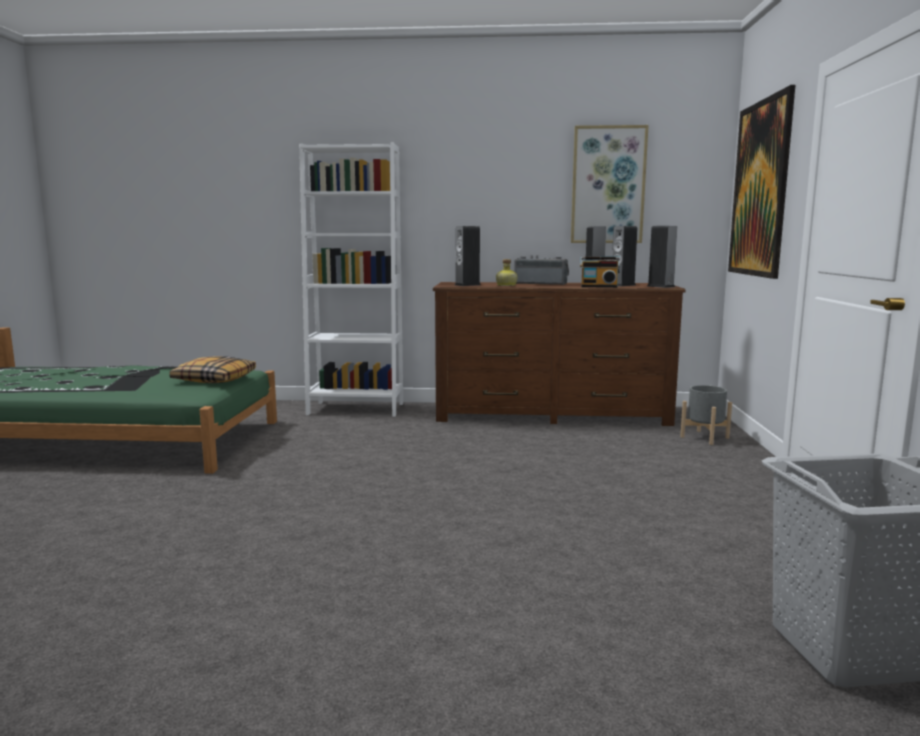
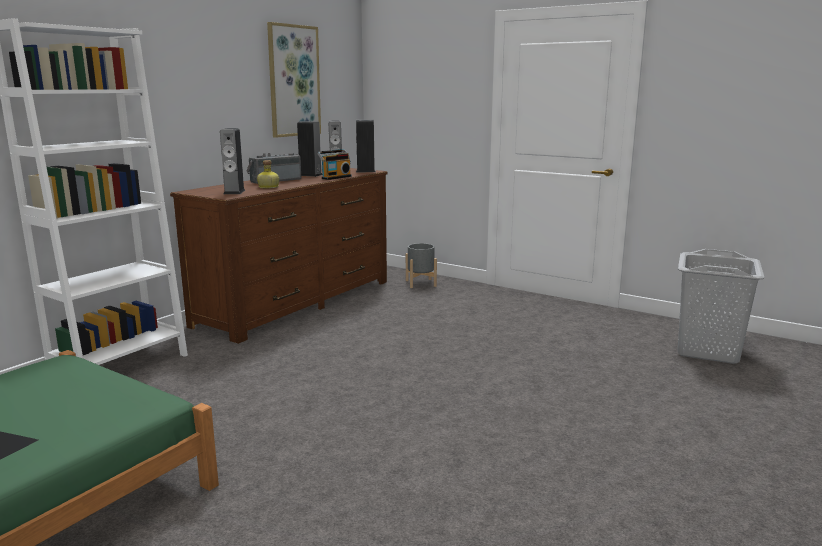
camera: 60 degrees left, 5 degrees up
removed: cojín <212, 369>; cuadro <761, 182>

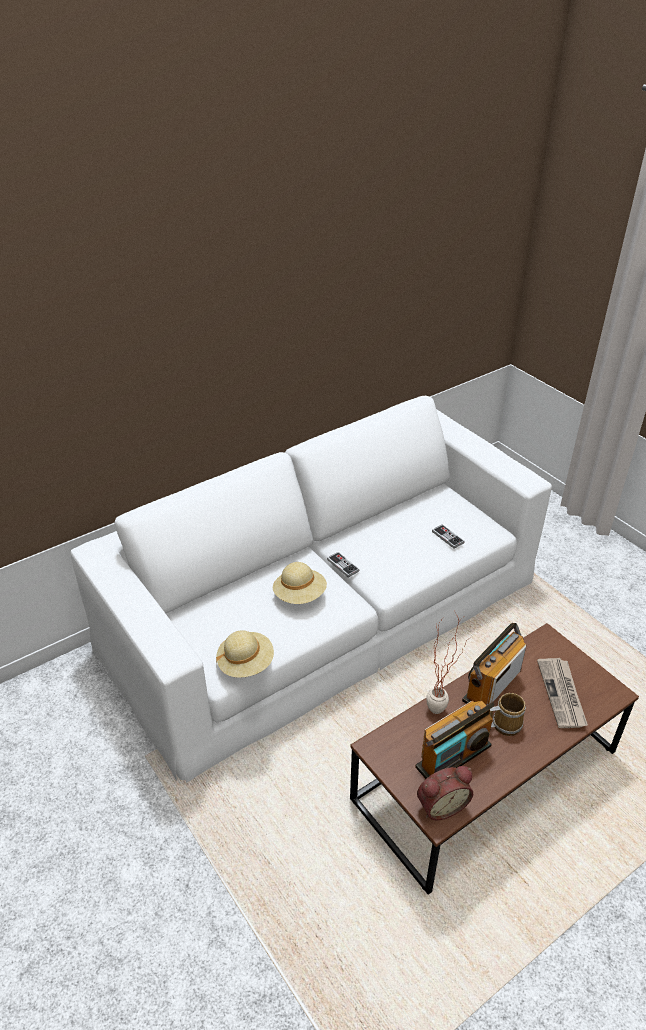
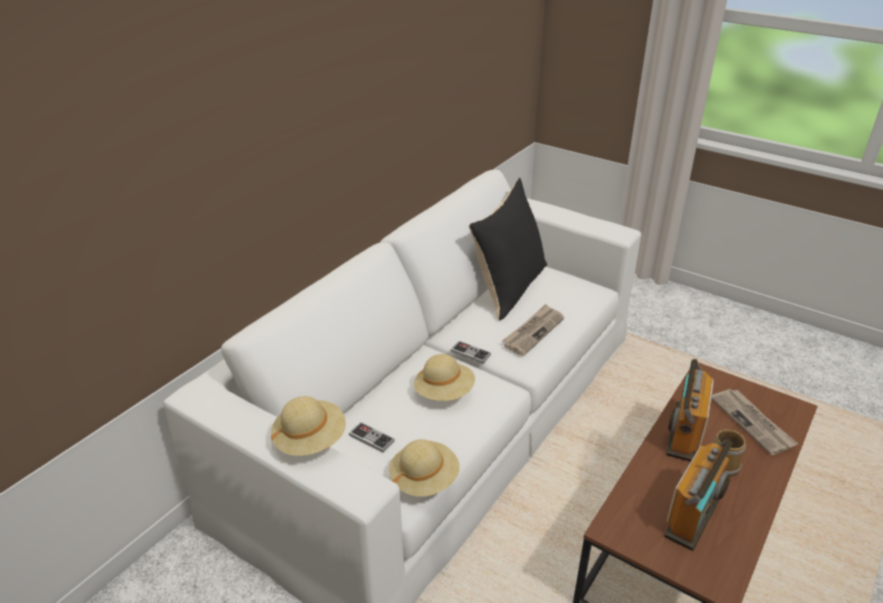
camera: 20 degrees left, 5 degrees down
removed: despertador <445, 793>; planta en maceta <448, 662>
added: sombrero [beis] <308, 426>; cojín [negro] <508, 249>; periódico <533, 330>
moved: mando de consola <448, 536> to <372, 437>

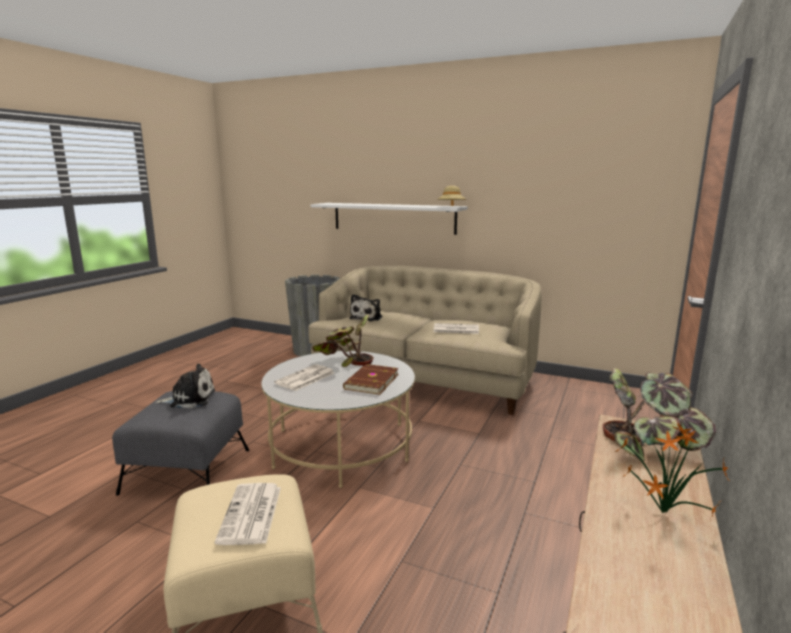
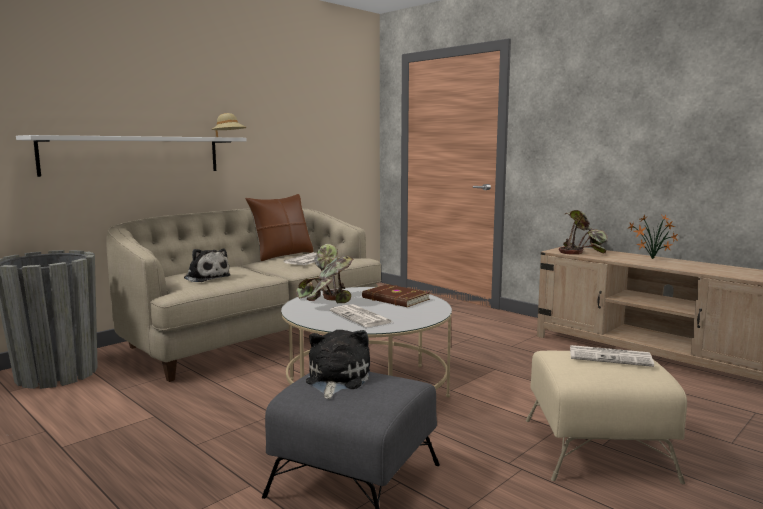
camera: 70 degrees left, 5 degrees down
added: cojín [marrón] <279, 227>

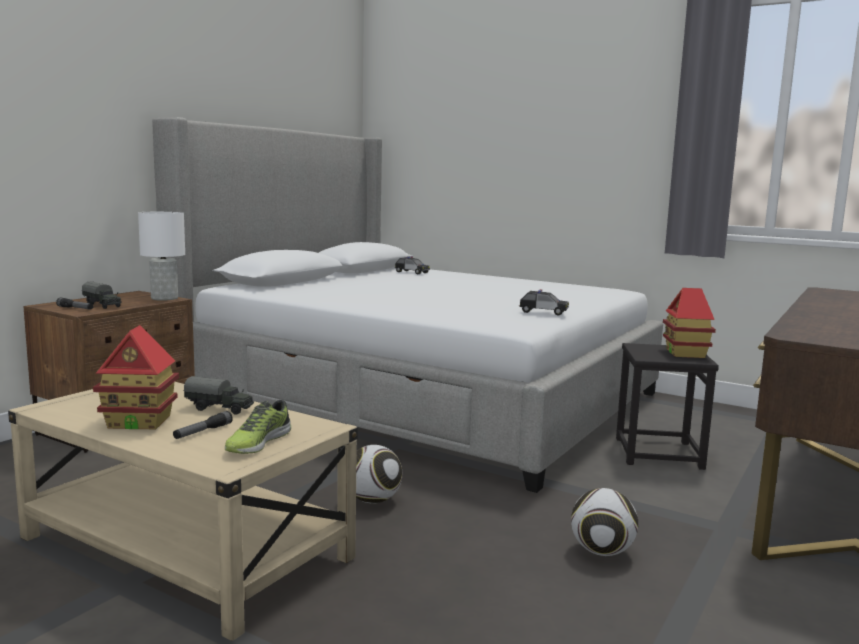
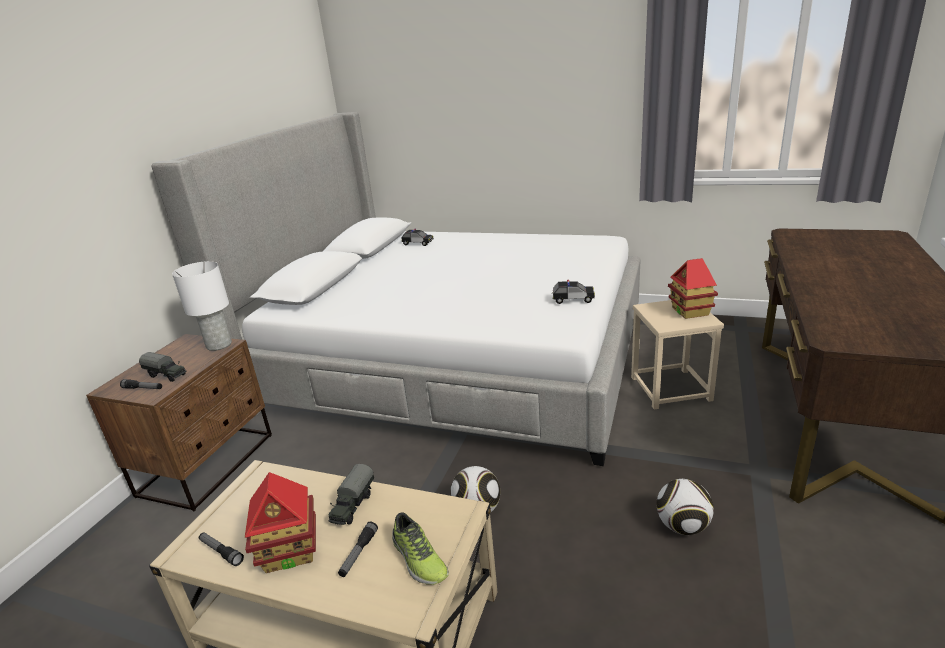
camera: 10 degrees left, 15 degrees up
added: linterna <221, 549>
recoloured: taburete [negro] <667, 406> to taburete [beis] <677, 355>
turned: camión de juguete <219, 395> = <351, 494> 105 degrees clockwise; zapato <258, 427> = <420, 548> 45 degrees counterclockwise

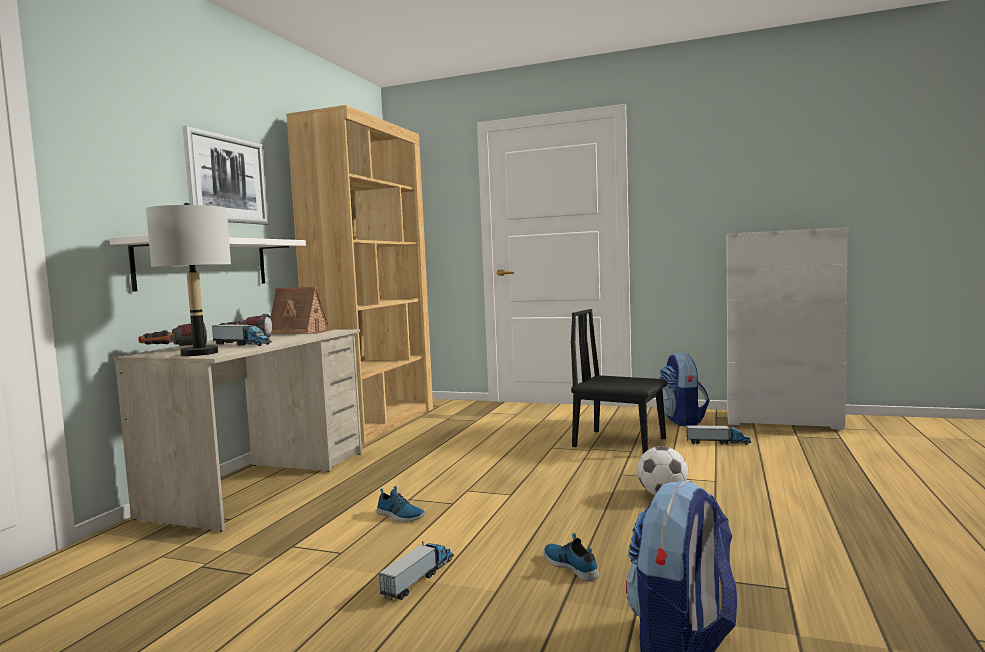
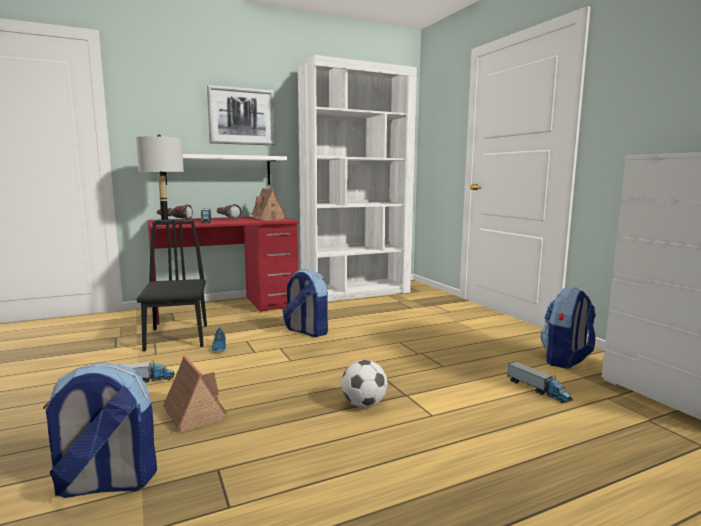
camera: 45 degrees right, 5 degrees up
added: mochila <305, 303>
moved: silla [negro] <619, 381> to <172, 286>
replaced: zapato <571, 557> to casita <195, 394>
recoloured: escritorio [beis] <237, 430> to escritorio [rojo] <223, 271>; estantería [marrón] <359, 274> to estantería [blanco] <357, 178>

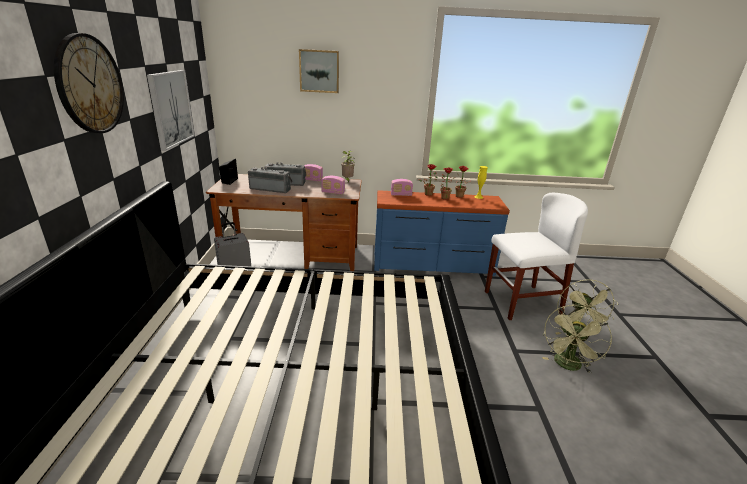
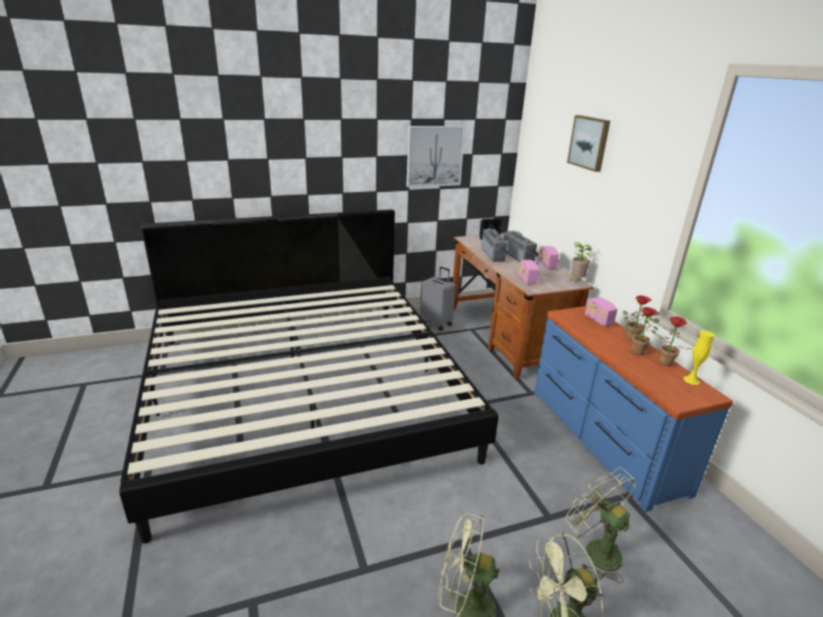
camera: 70 degrees right, 0 degrees up
removed: reloj de pared <89, 83>
replaced: silla [blanco] <536, 256> to ventilador [verde] <601, 525>

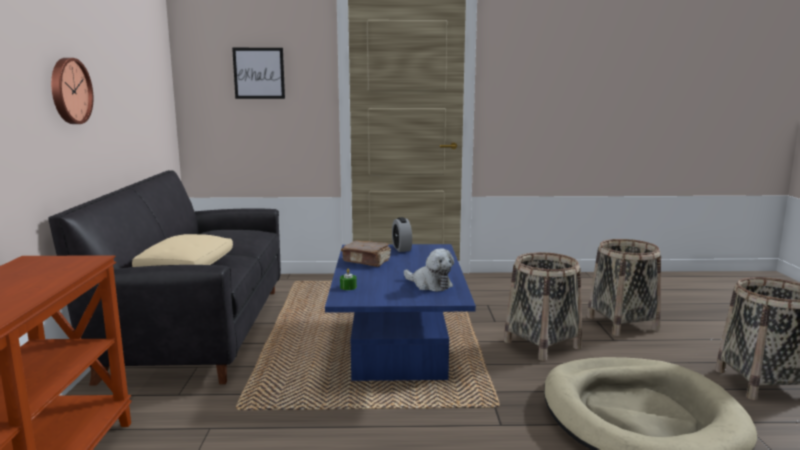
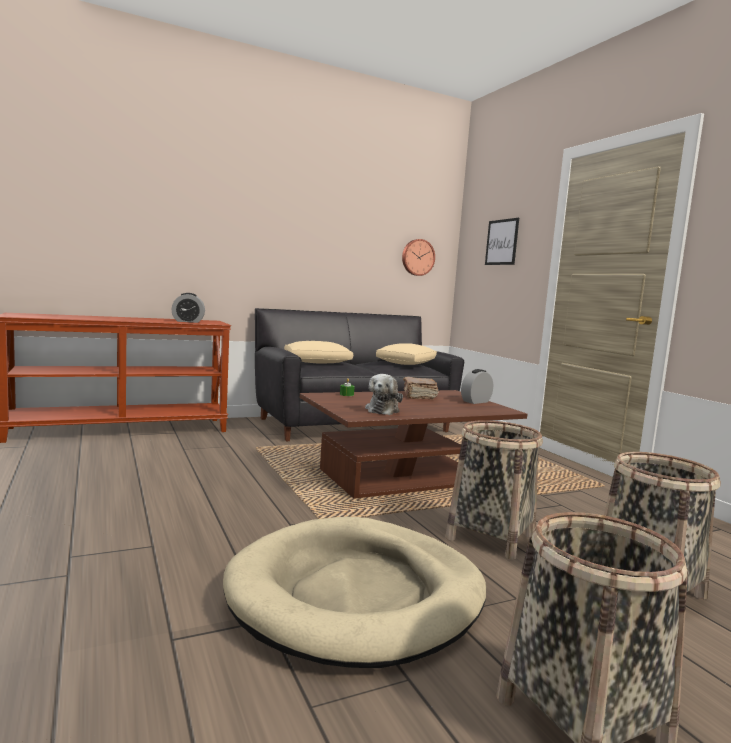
camera: 65 degrees right, 5 degrees down
added: despertador <188, 308>; cojín [beis] <406, 354>
moved: reloj de pared <72, 91> to <418, 257>
recoloured: mesa de centro [azul] <400, 312> to mesa de centro [marrón] <413, 444>

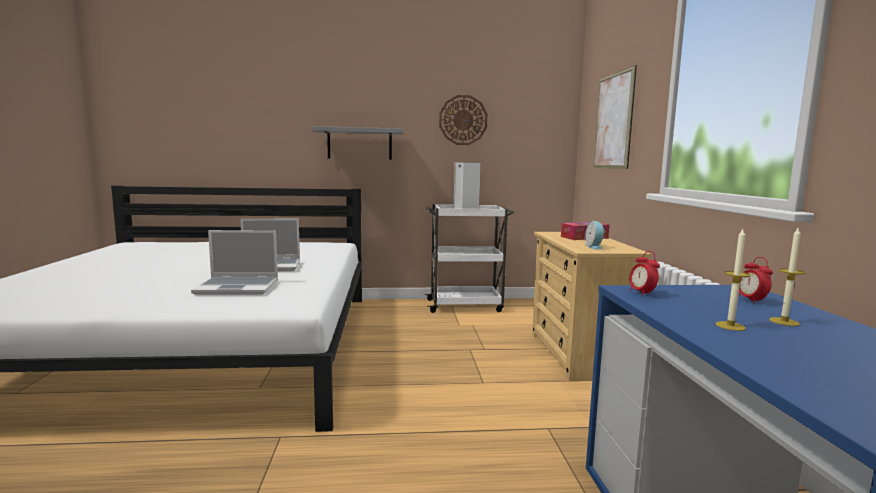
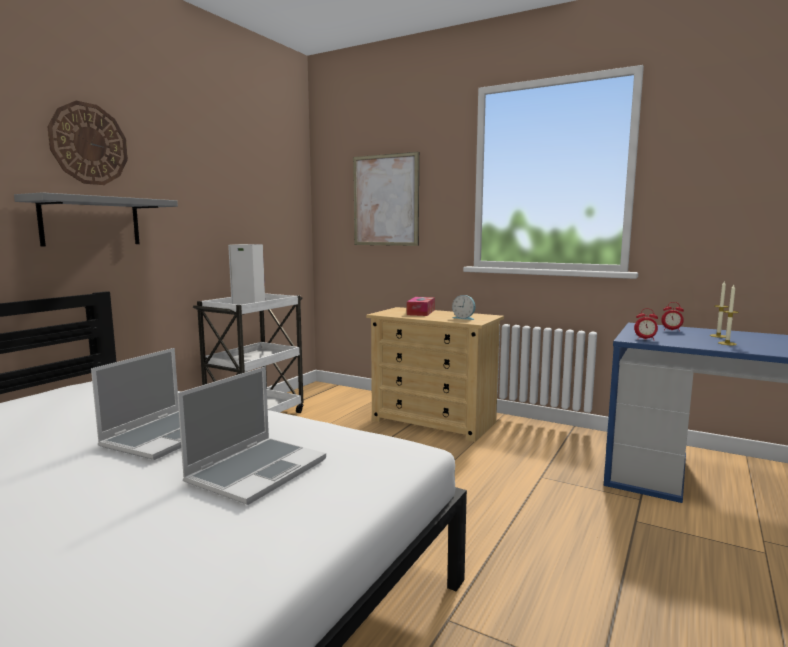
camera: 55 degrees left, 0 degrees up
moved: reloj de pared <463, 120> to <88, 143>

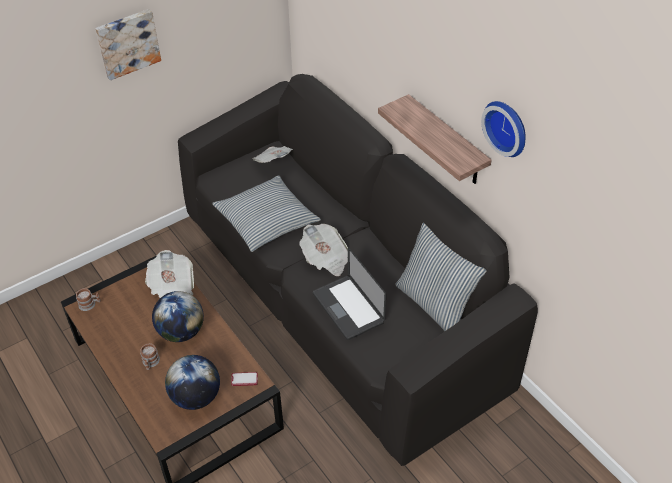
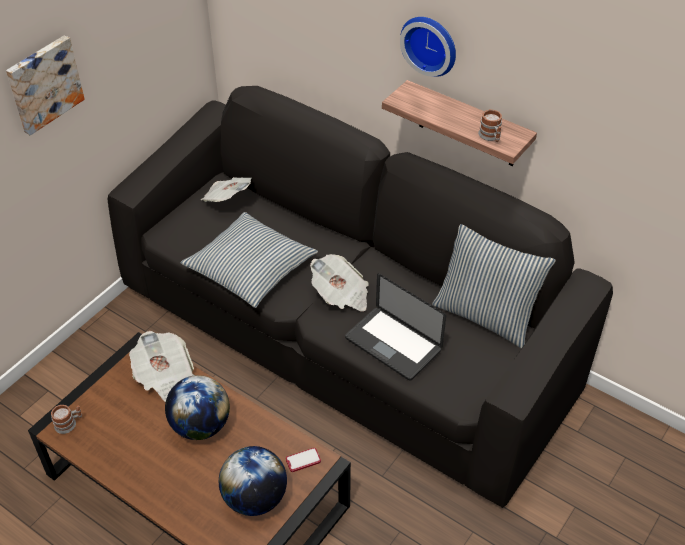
camera: 20 degrees left, 0 degrees up
moved: reloj de pared <503, 129> to <428, 47>; taza grande <150, 356> to <490, 125>

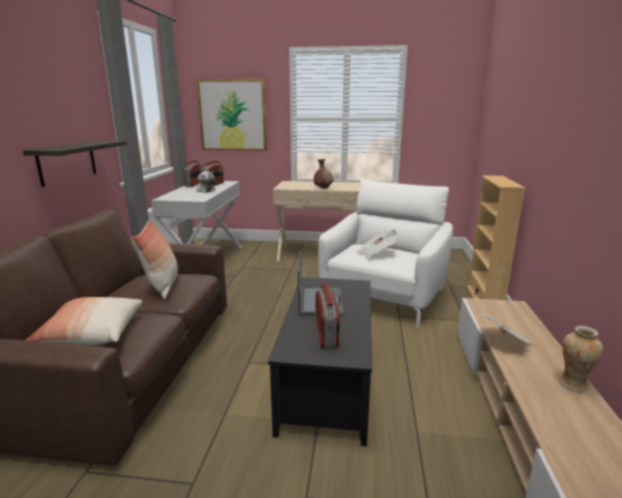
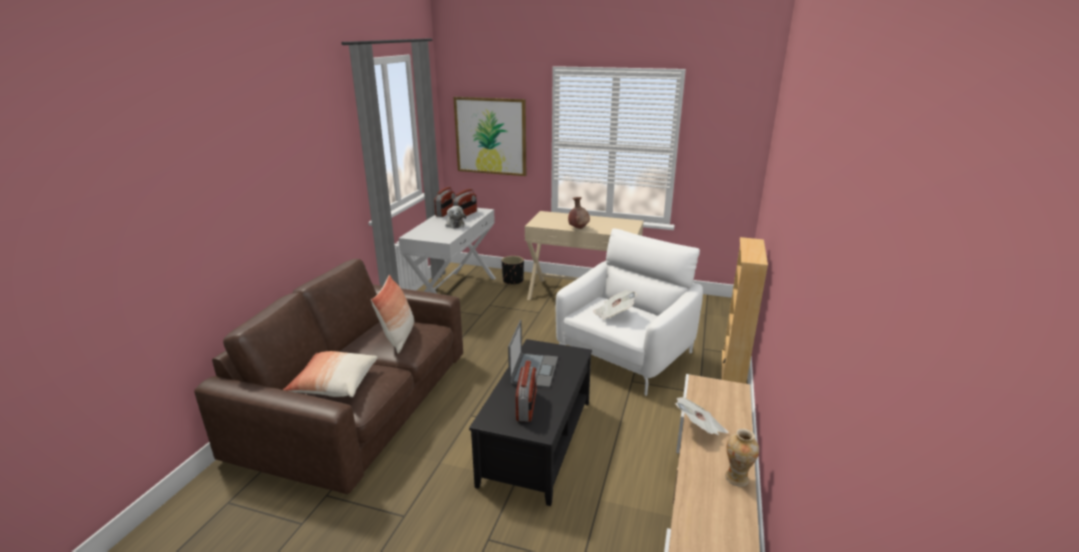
camera: 10 degrees right, 5 degrees up
removed: estante <74, 164>
added: maceta [negro] <513, 270>

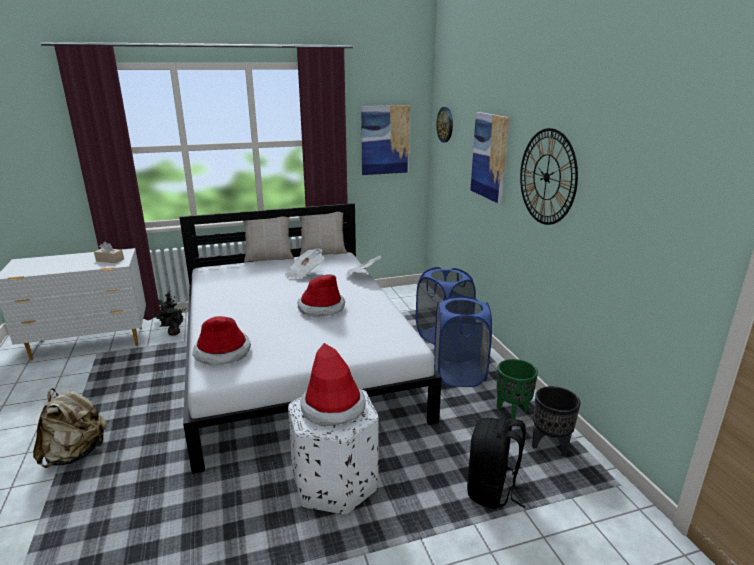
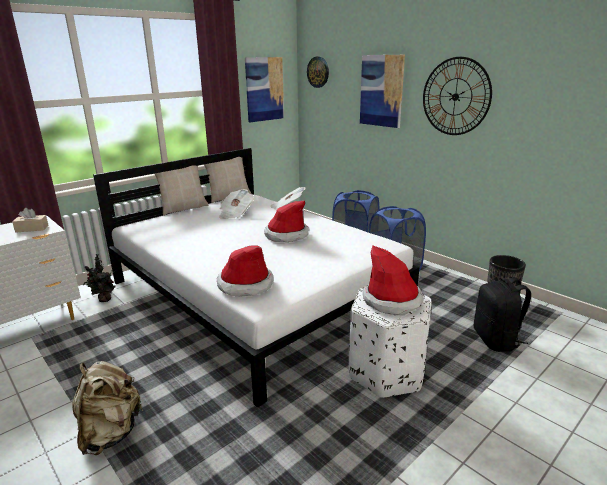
camera: 25 degrees left, 0 degrees up
removed: maceta [verde] <517, 389>

